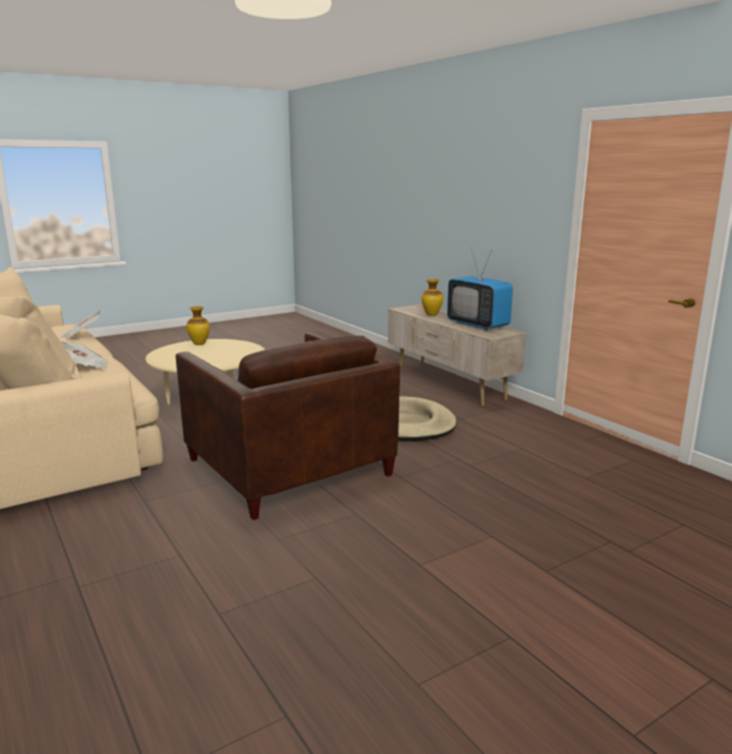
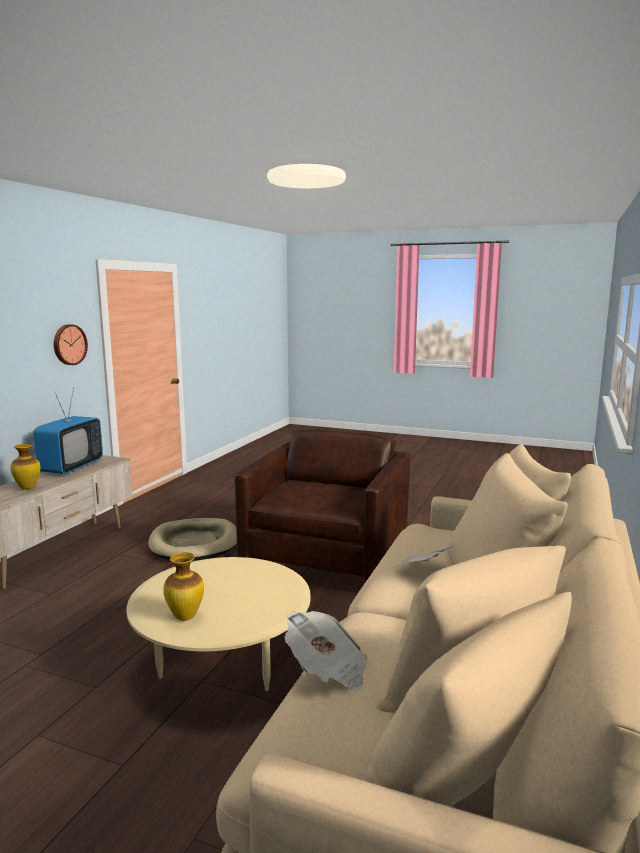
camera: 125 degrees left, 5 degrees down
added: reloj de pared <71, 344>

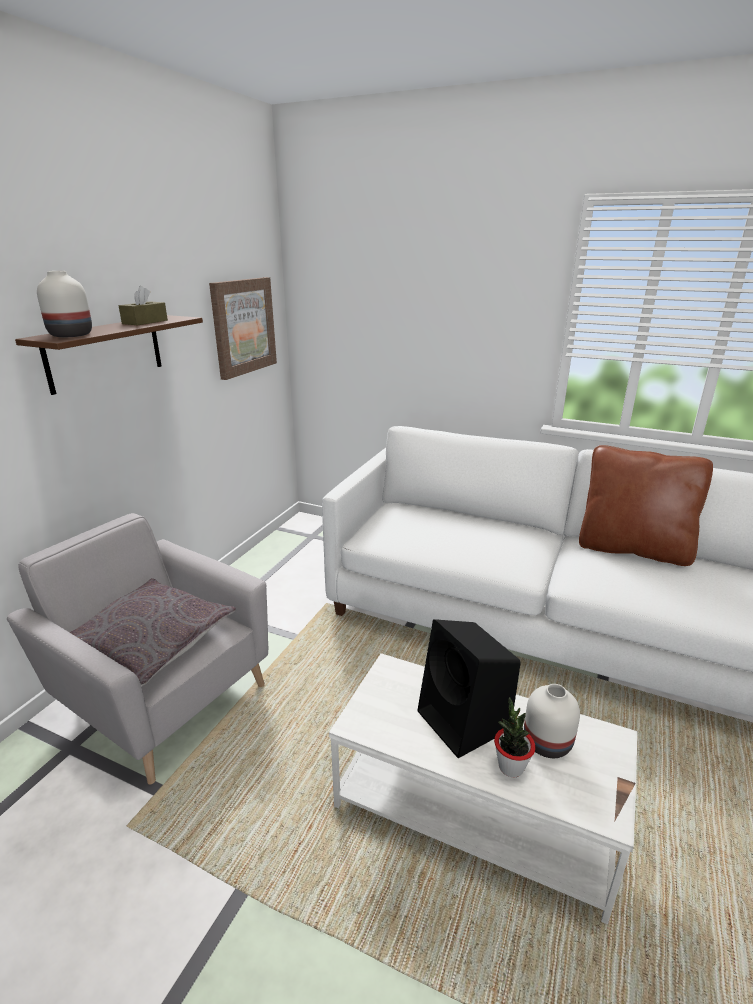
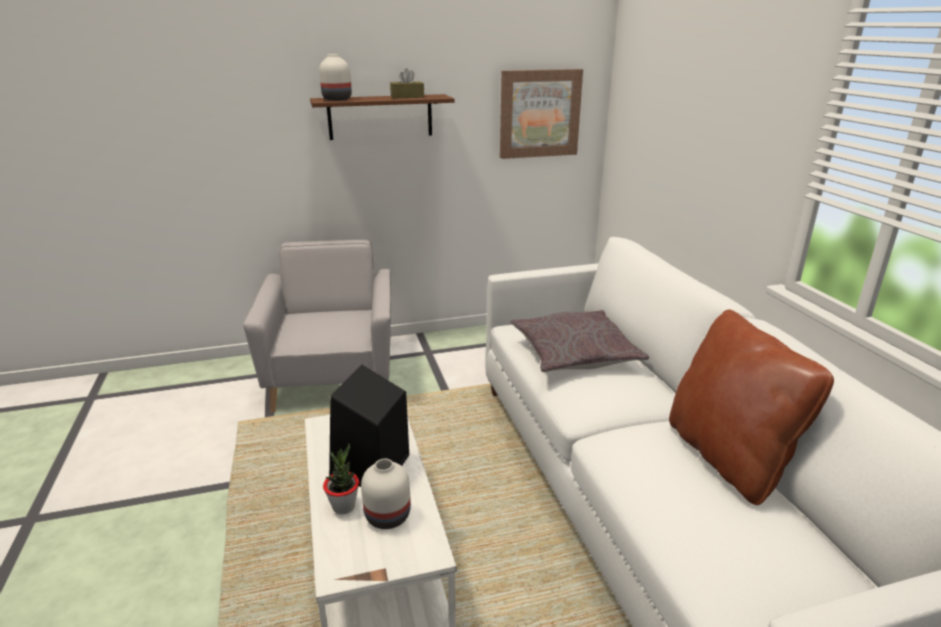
camera: 50 degrees right, 0 degrees up
moved: cojín [gris] <153, 631> to <579, 341>

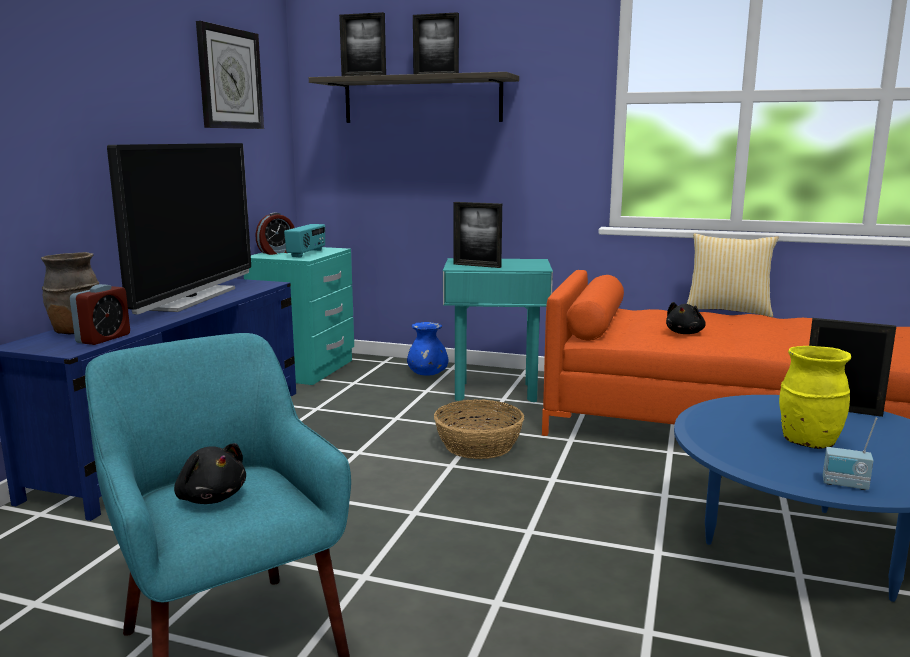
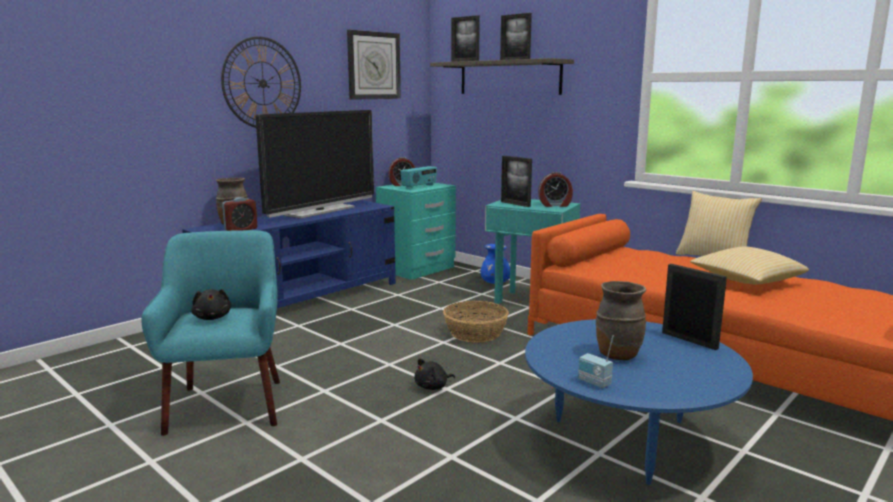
camera: 25 degrees right, 0 degrees up
added: reloj de pared <261, 82>; despertador <555, 189>; cojín <749, 265>
moved: peluche [negro] <686, 318> to <434, 374>
recoloured: florero [amarillo] <815, 397> to florero [marrón] <621, 320>

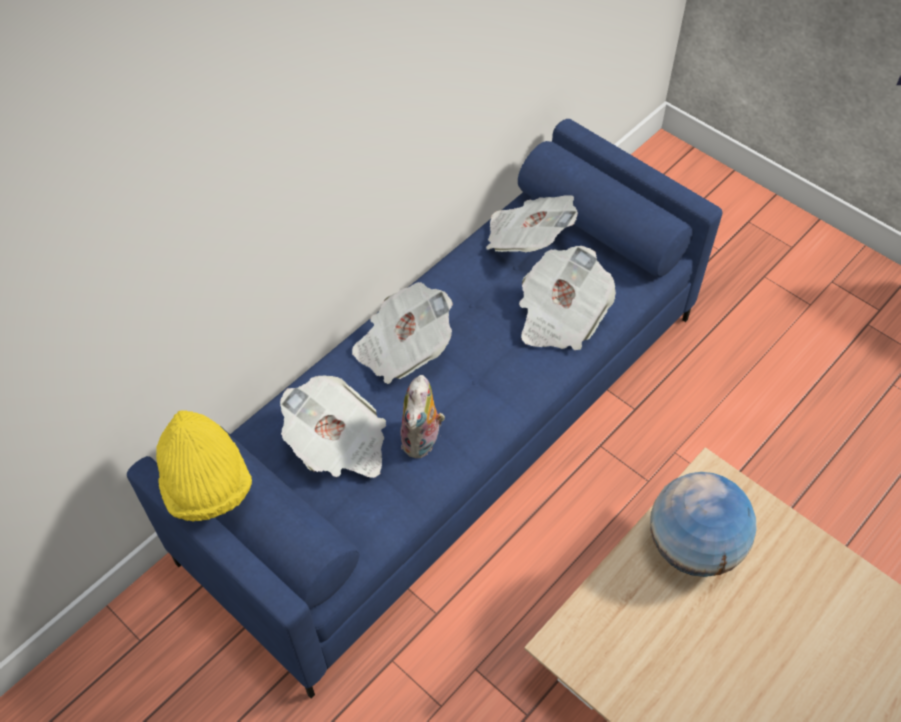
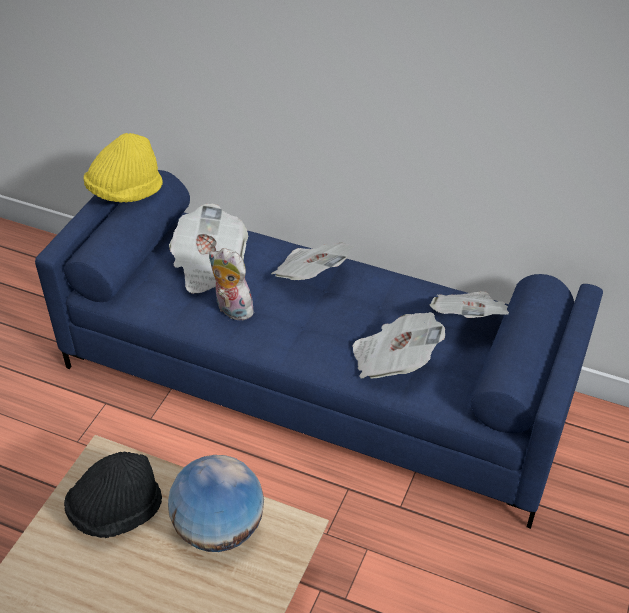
camera: 70 degrees right, 10 degrees down
added: sombrero [negro] <113, 495>
turned: peluche <422, 416> = <232, 284> 45 degrees clockwise

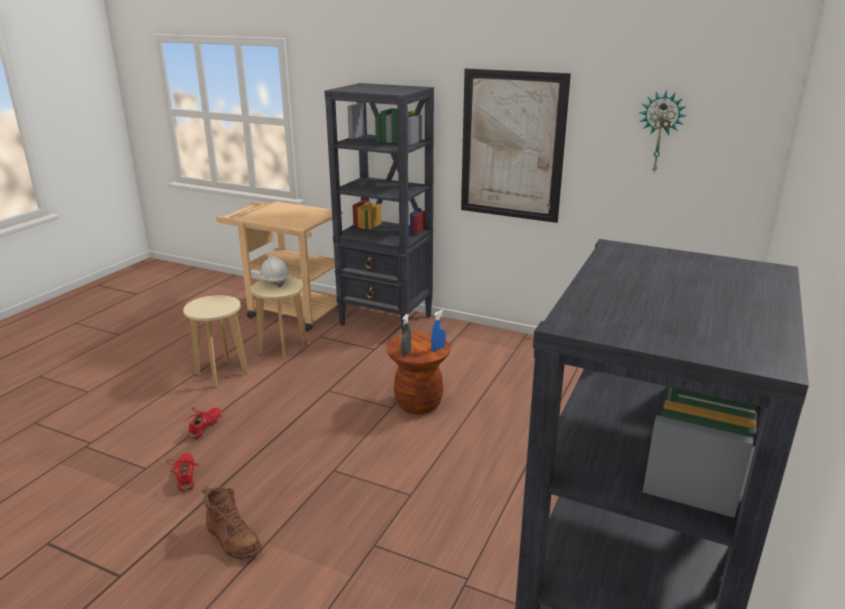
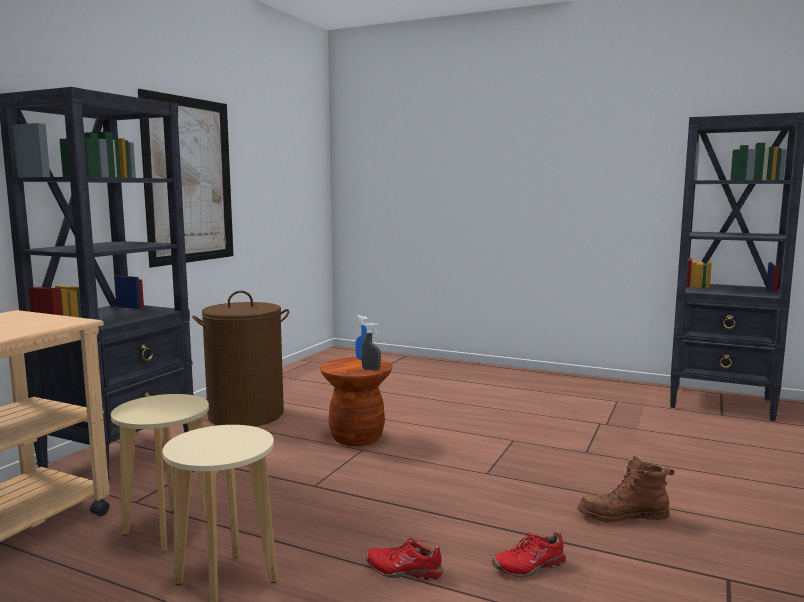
camera: 90 degrees left, 15 degrees down
removed: casco [blanco] <274, 271>; reloj de pared <663, 131>
added: cesto de la ropa [marrón] <241, 359>
turned: bota [marrón] <232, 523> = <626, 489> 135 degrees counterclockwise

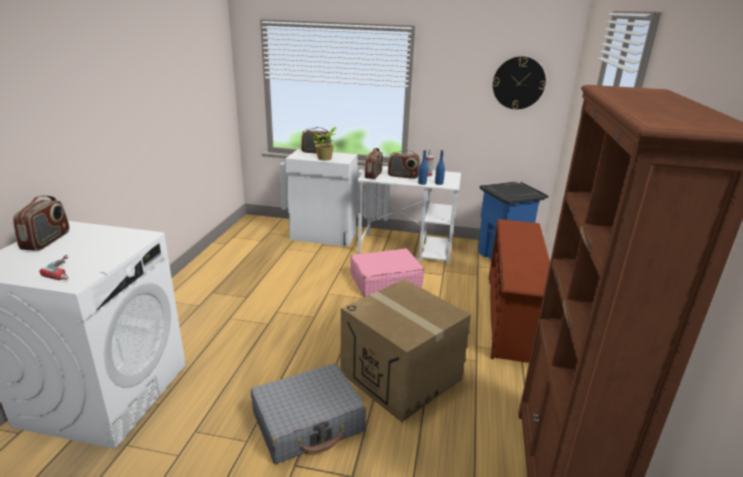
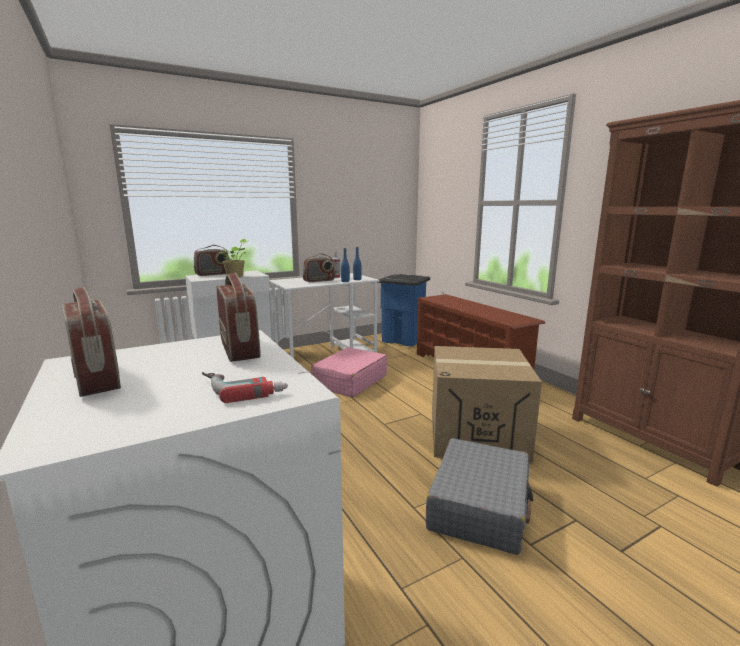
camera: 40 degrees left, 10 degrees down
removed: reloj de pared <519, 82>
moved: radio <374, 163> to <238, 317>

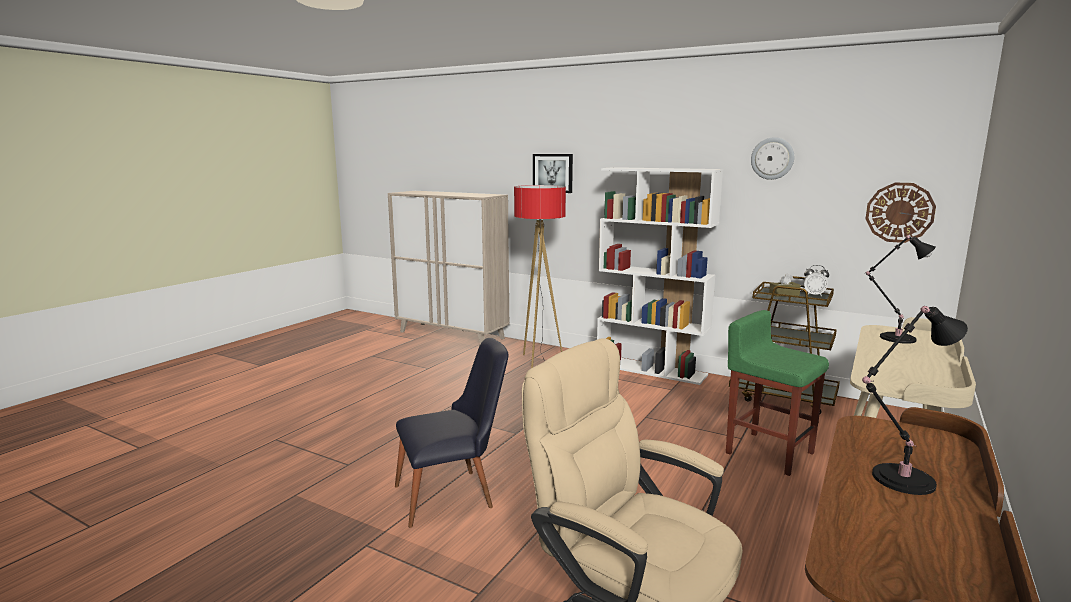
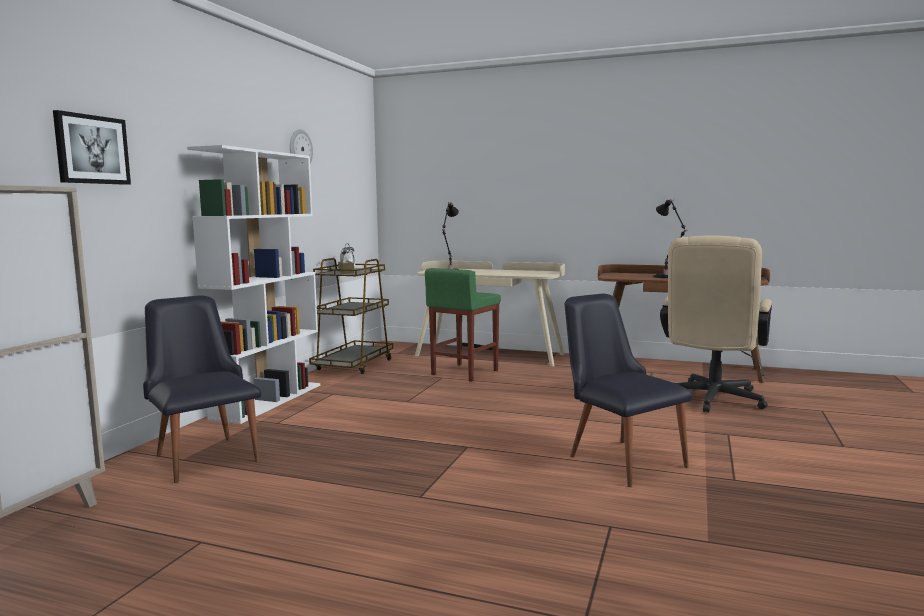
camera: 100 degrees left, 5 degrees down
removed: reloj de pared <901, 213>
replaced: lámpara de pie <540, 276> to silla [negro] <202, 389>

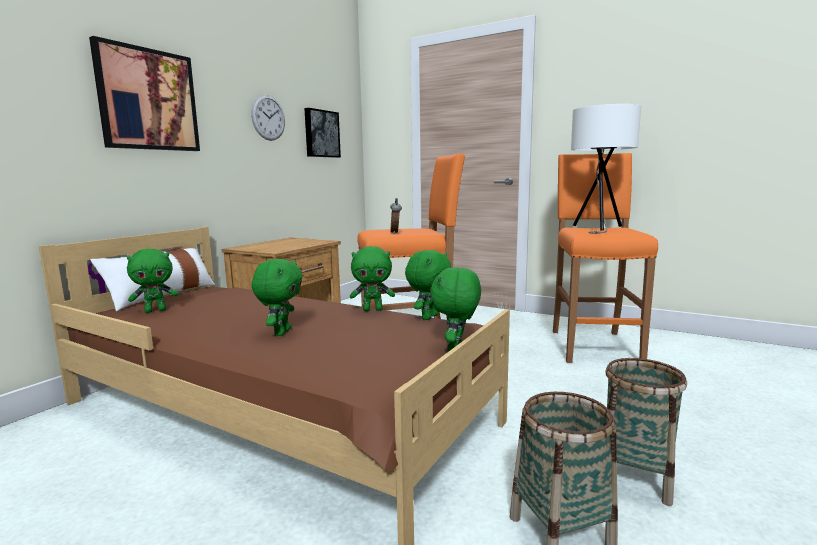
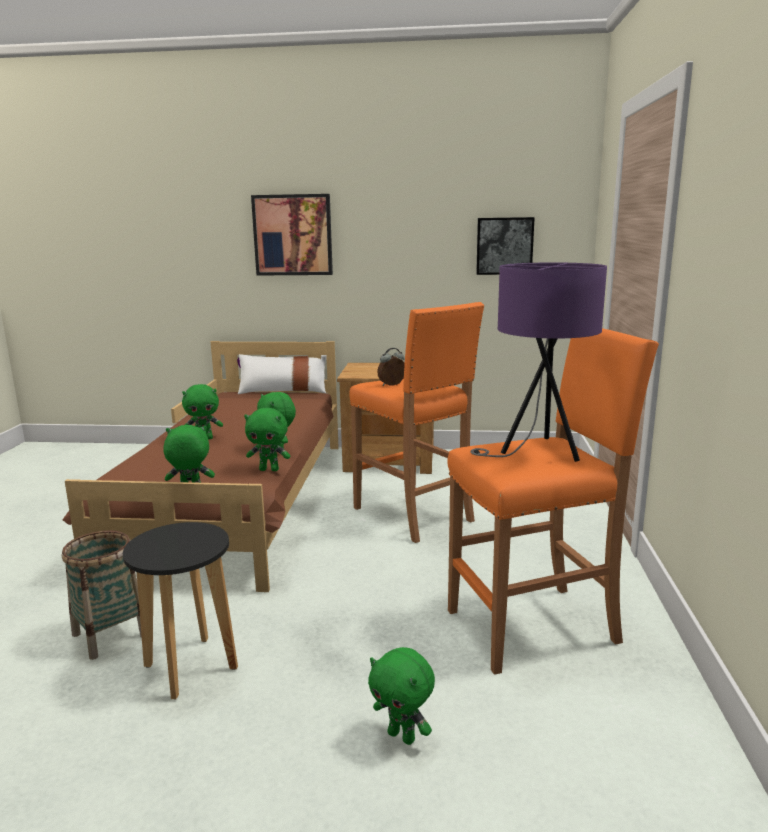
camera: 65 degrees right, 5 degrees up
removed: reloj de pared <268, 118>
moved: peluche [verde] <152, 281> to <401, 696>
replaced: cesta <646, 432> to taburete [negro] <180, 610>
recoloured: lámpara de mesa [blanco] <606, 169> to lámpara de mesa [morado] <538, 362>

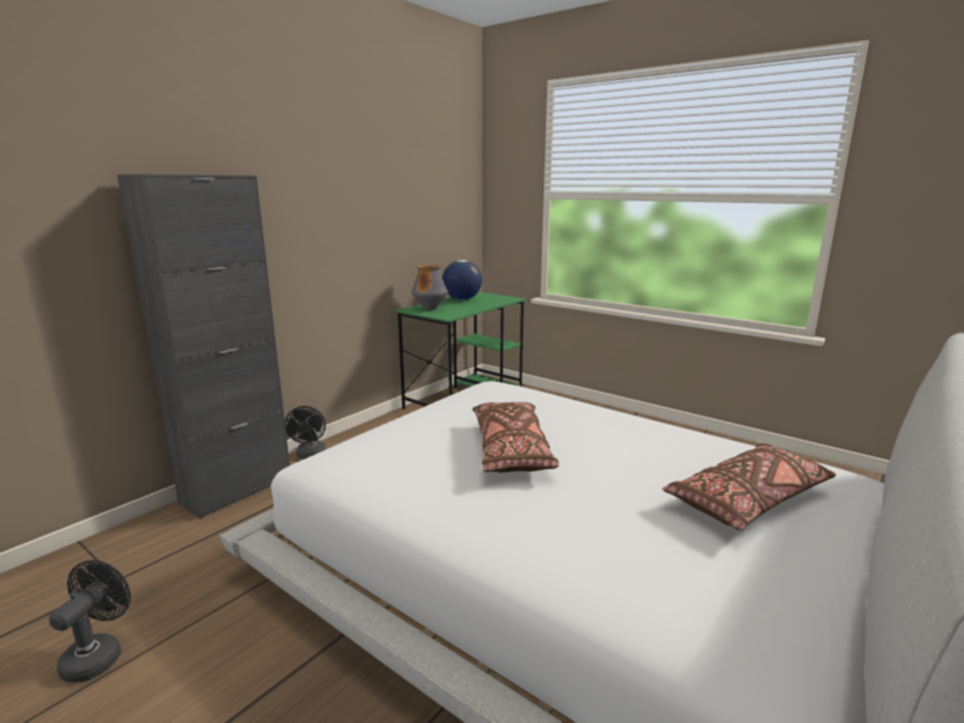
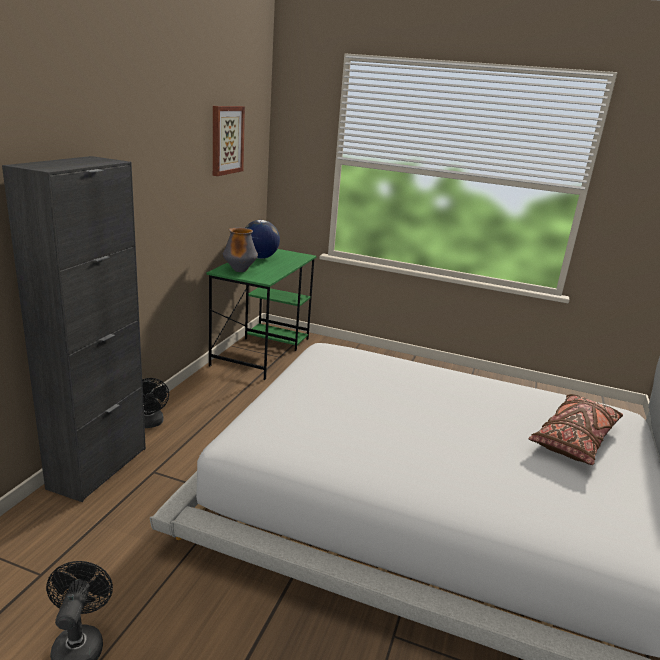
camera: 20 degrees left, 5 degrees up
removed: cojín [marrón] <516, 437>
added: cuadro <229, 141>

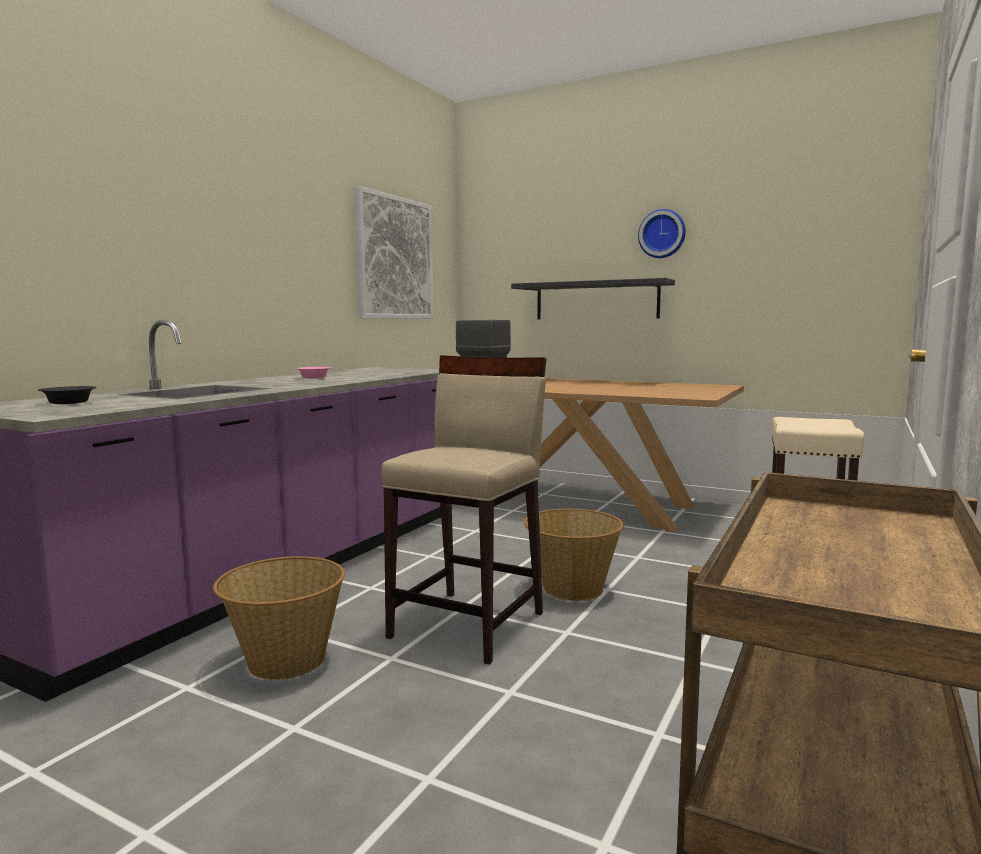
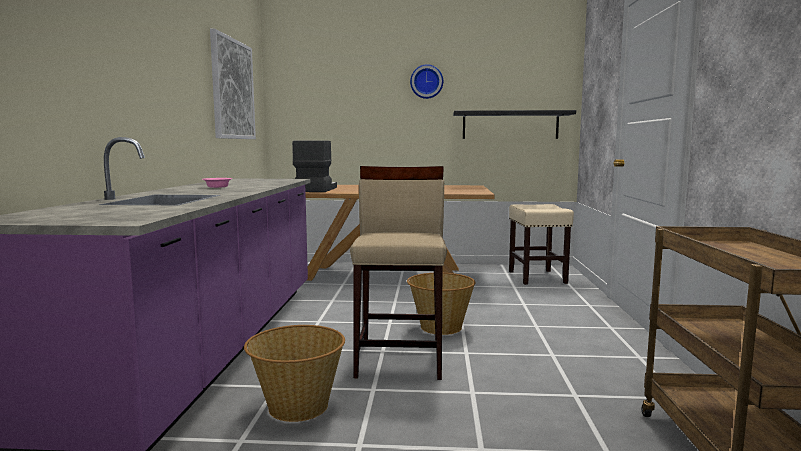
camera: 25 degrees left, 0 degrees up
removed: cuenco [negro] <67, 395>
moved: estante [negro] <593, 298> to <514, 124>

